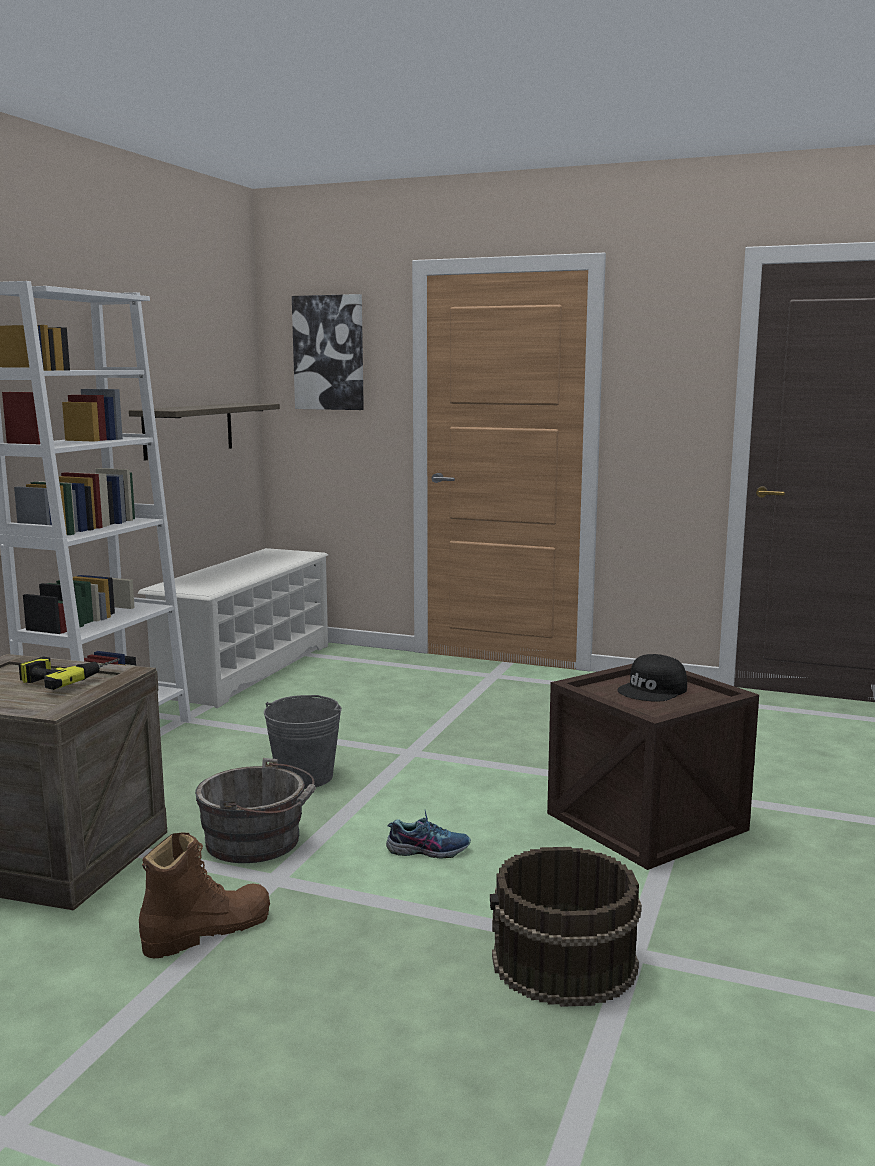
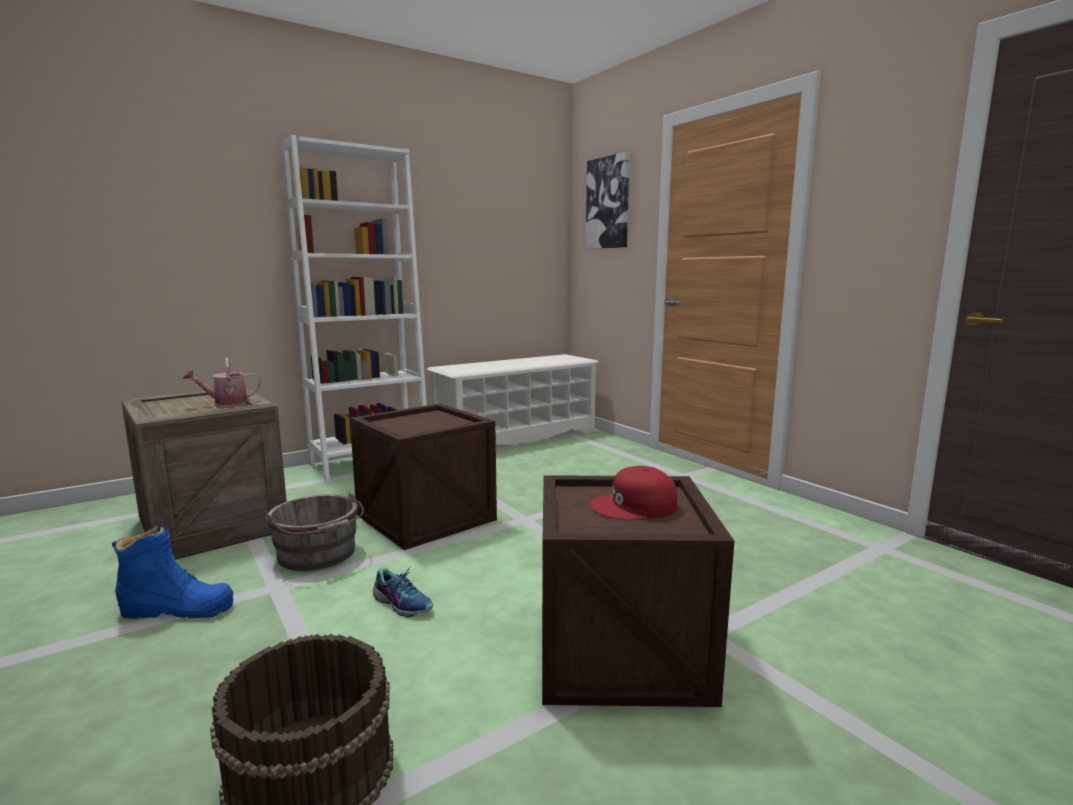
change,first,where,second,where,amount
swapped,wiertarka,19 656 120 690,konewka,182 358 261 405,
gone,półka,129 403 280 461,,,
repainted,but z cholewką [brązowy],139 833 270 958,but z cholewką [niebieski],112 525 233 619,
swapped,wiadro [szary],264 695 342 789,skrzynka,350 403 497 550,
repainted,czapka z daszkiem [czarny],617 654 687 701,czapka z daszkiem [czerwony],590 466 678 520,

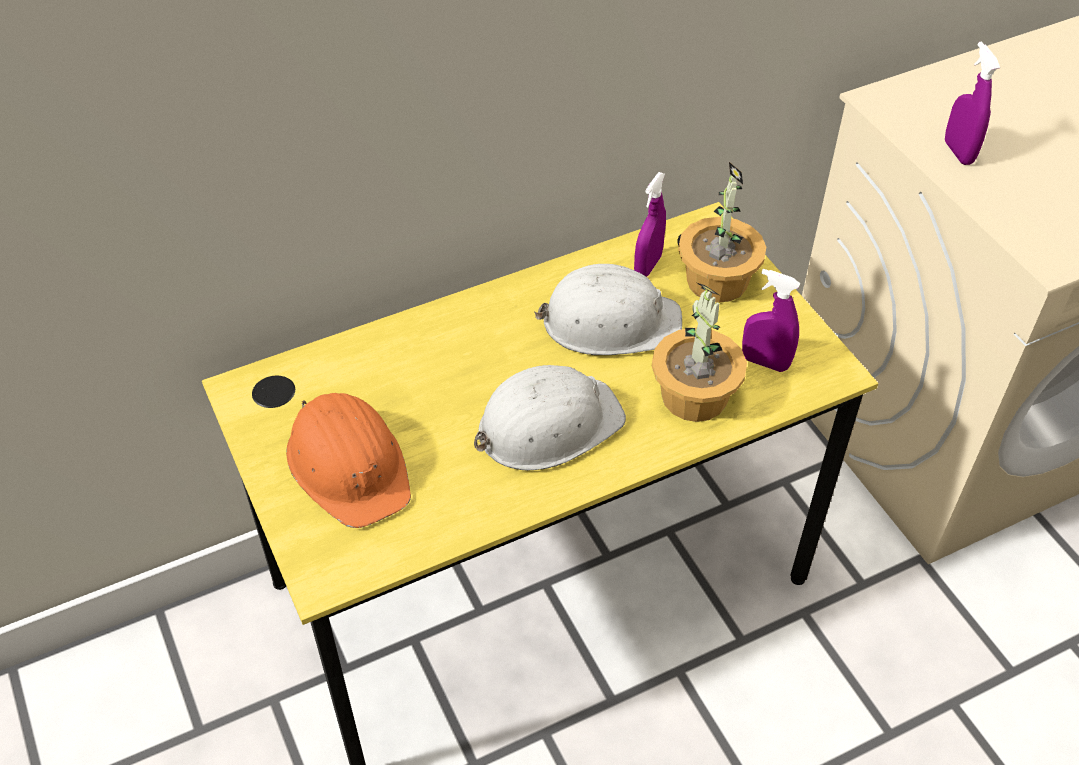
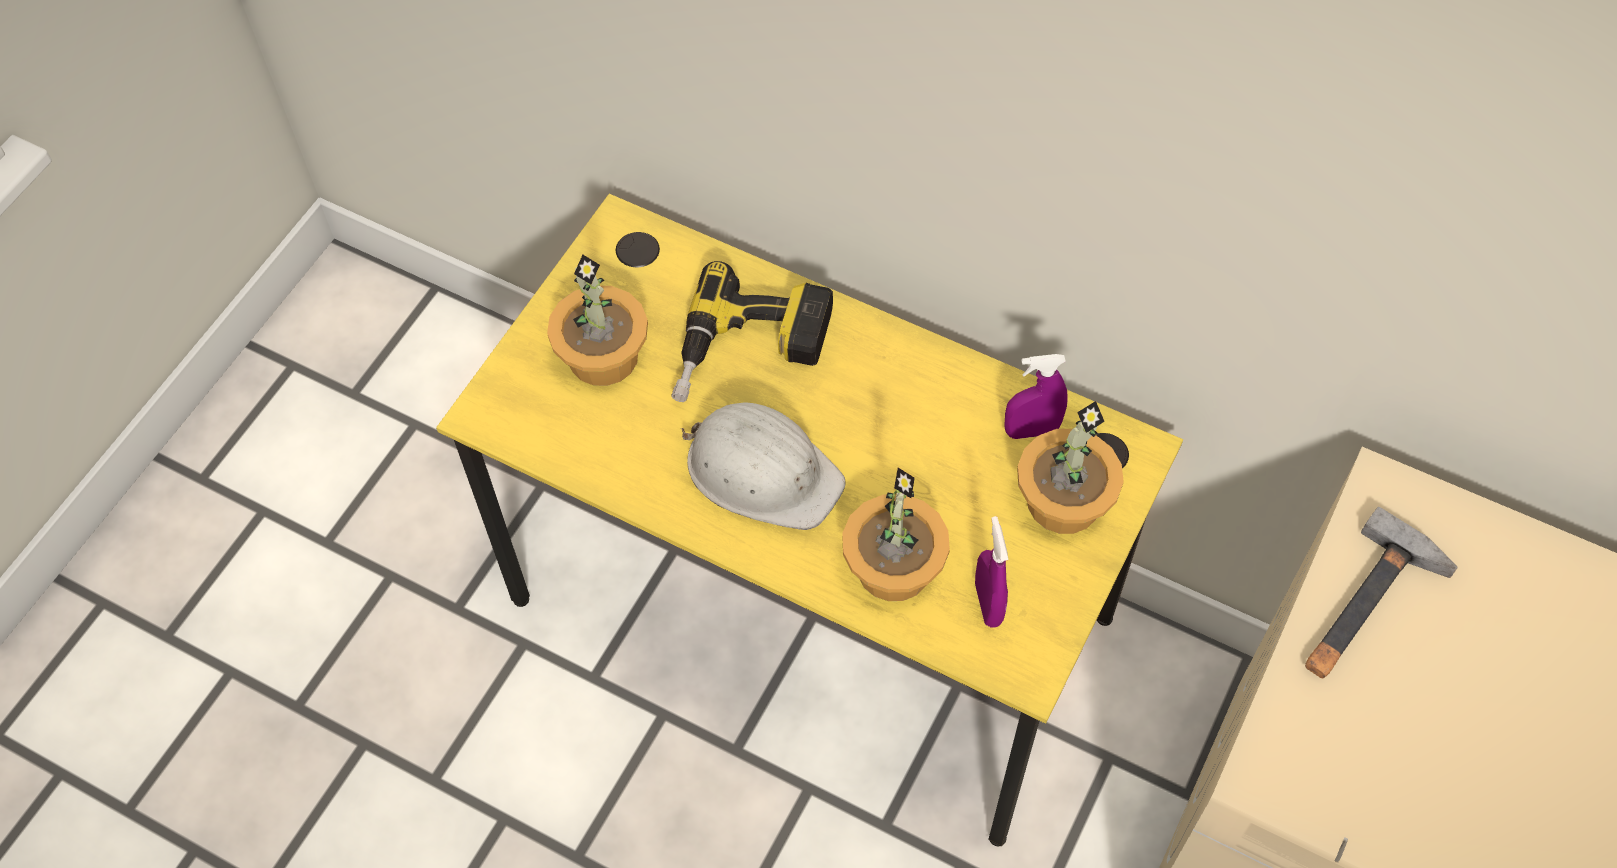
change,first,where,second,where,amount
swapped,kask [pomarańczowy],286 393 411 528,roślina doniczkowa,547 255 648 386,
gone,kask [biały],534 264 682 355,,,
swapped,spryskiwacz [fioletowy],945 42 1000 165,młotek,1305 507 1457 678,
new,,,wiertarka,671 261 833 402,

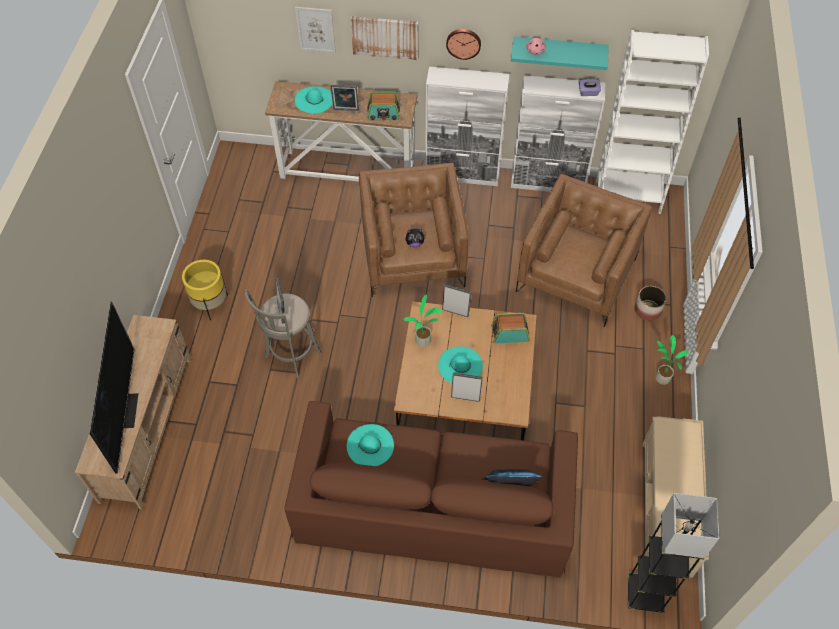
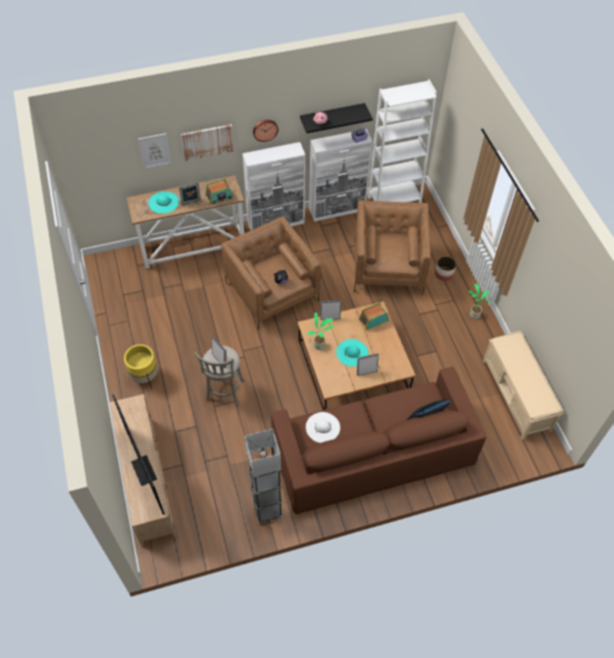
change,first,where,second,where,amount
repainted,kapelusz [turkusowy],347 424 394 466,kapelusz [biały],306 412 340 443,
repainted,półka [turkusowy],511 37 609 70,półka [czarny],300 103 373 133,
shifted,lampa stojąca [szary],628 493 719 613,,245 429 283 523,

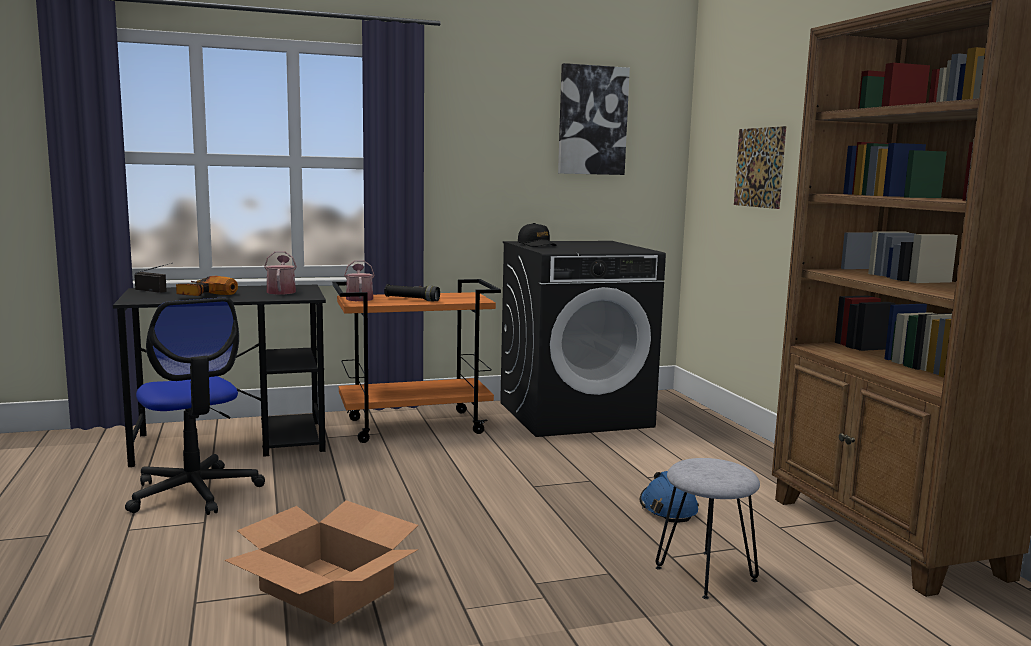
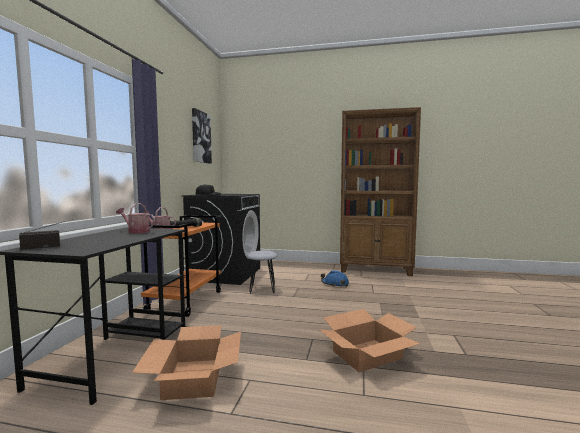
change,first,where,second,where,amount
swapped,krzesło biurowe,125 298 265 515,karton,132 325 241 400,
gone,wiertarka,176 276 238 296,,,
shifted,stołek [szary],656 458 760 599,,247 251 277 294,
gone,obraz,734 126 786 209,,,

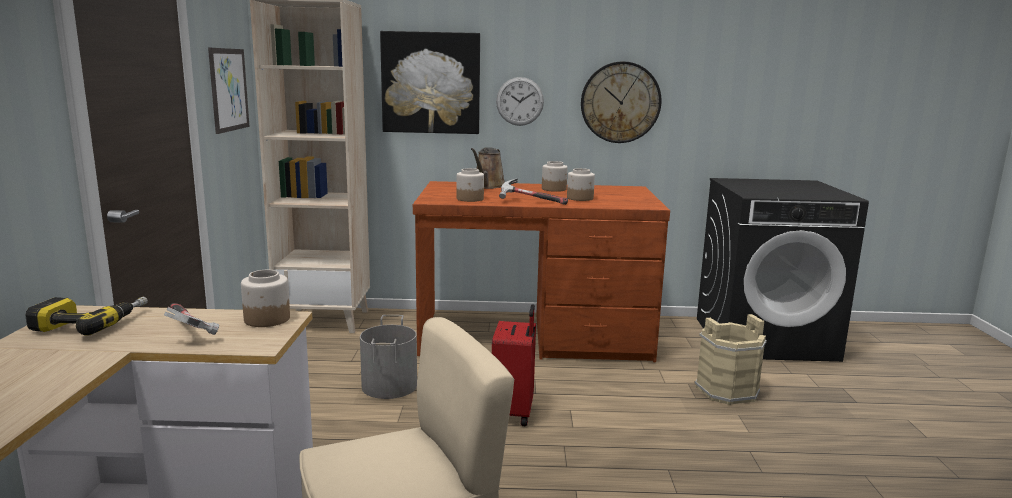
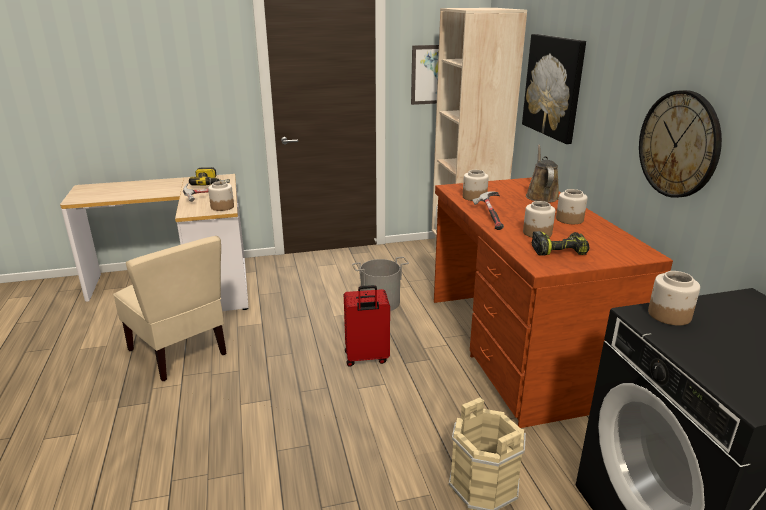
change,first,where,second,where,amount
rotated,konewka [brązowy],471 147 505 189,,526 144 559 203,90 degrees clockwise
gone,zegar ścienny,496 77 544 126,,,
new,,,wiertarka,532 231 590 256,
new,,,słoik,648 271 700 326,

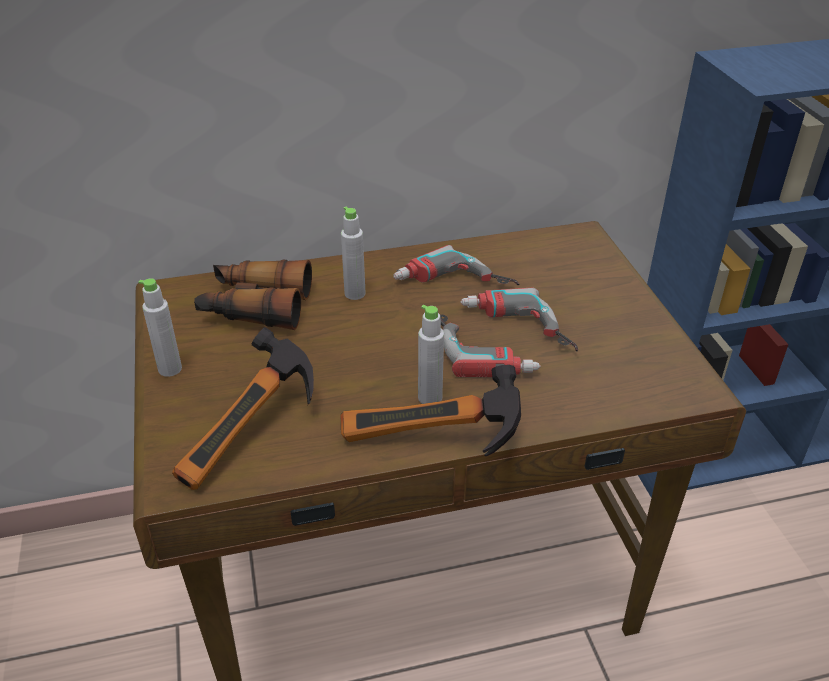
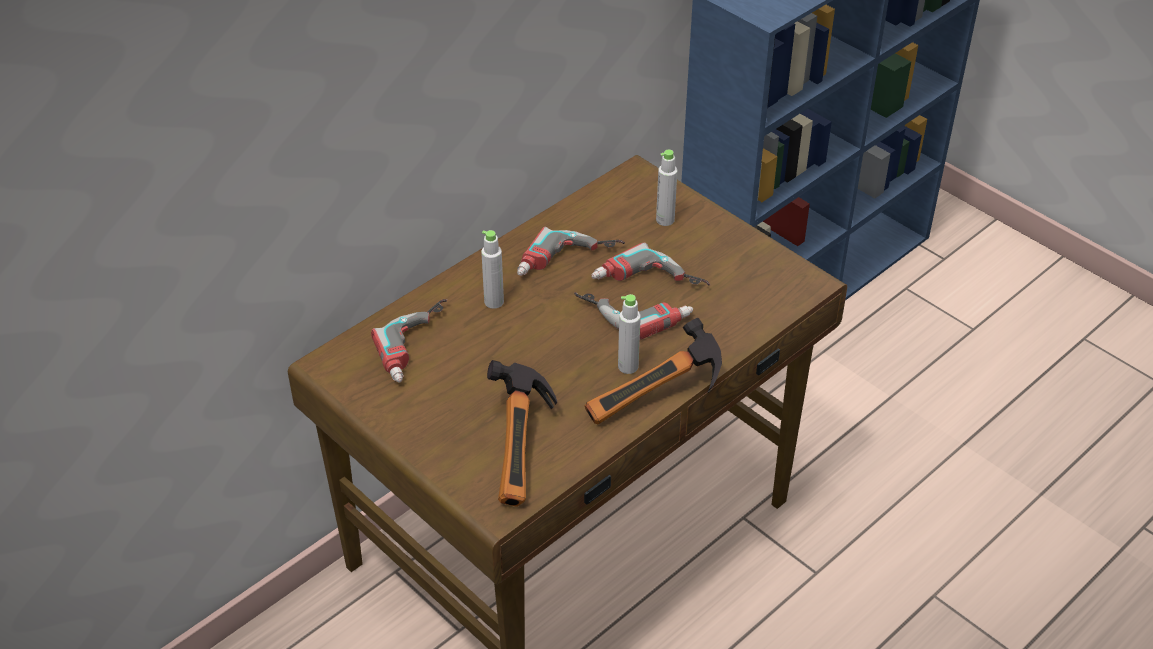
change,first,where,second,where,amount
shifted,butelka [szary],139 278 182 377,,656 149 678 226,
swapped,lornetka,194 260 312 330,wiertarka,371 299 447 382,

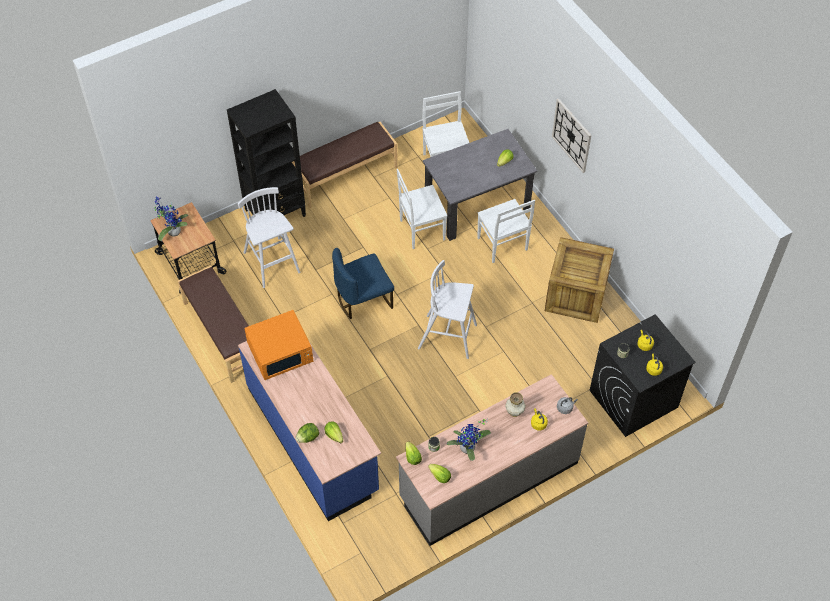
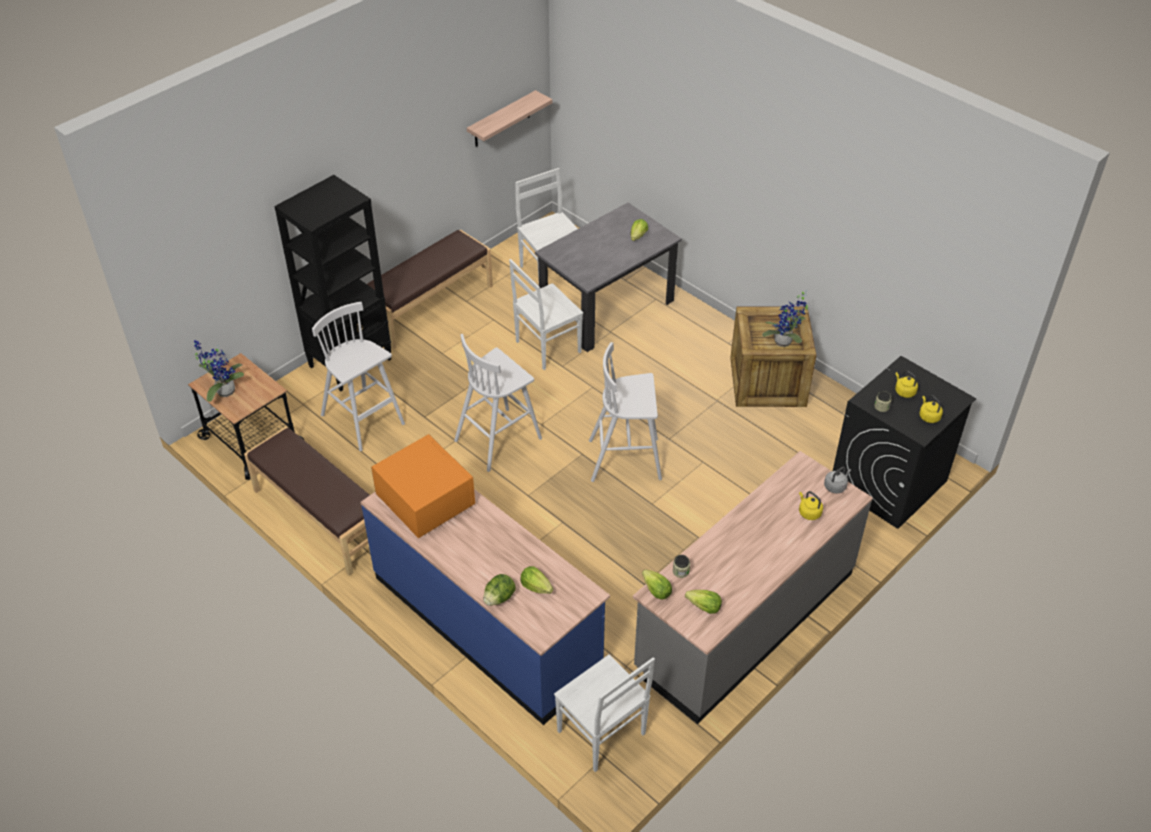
change,first,where,second,where,amount
rotated,mikrofalówka [pomarańczowy],244 310 313 380,,371 434 475 538,90 degrees counterclockwise
swapped,krzesło [niebieski],332 248 394 319,stołek [biały],454 334 542 472,
shifted,roślina doniczkowa,447 419 491 461,,762 290 808 347,
shifted,krzesło [biały],477 199 535 263,,554 655 655 772,
gone,wazon,505 392 526 417,,,
gone,zegar ścienny,552 98 591 173,,,
new,,,półka,467 90 553 147,

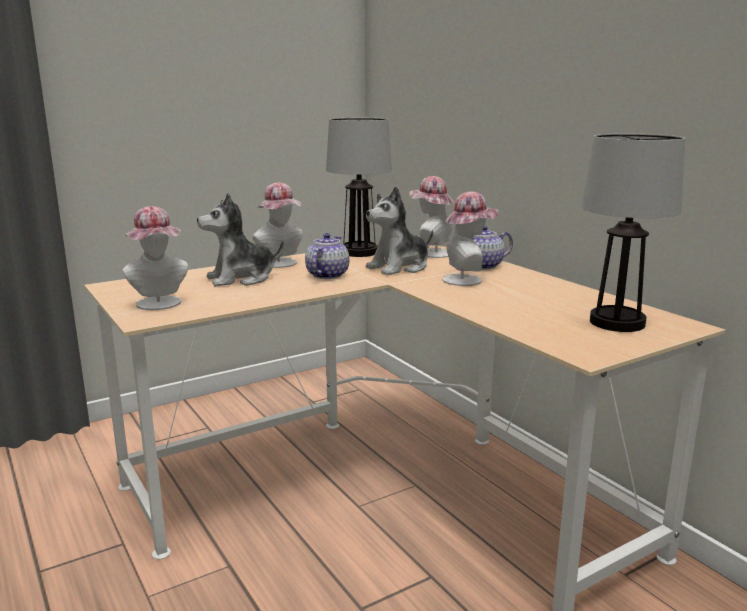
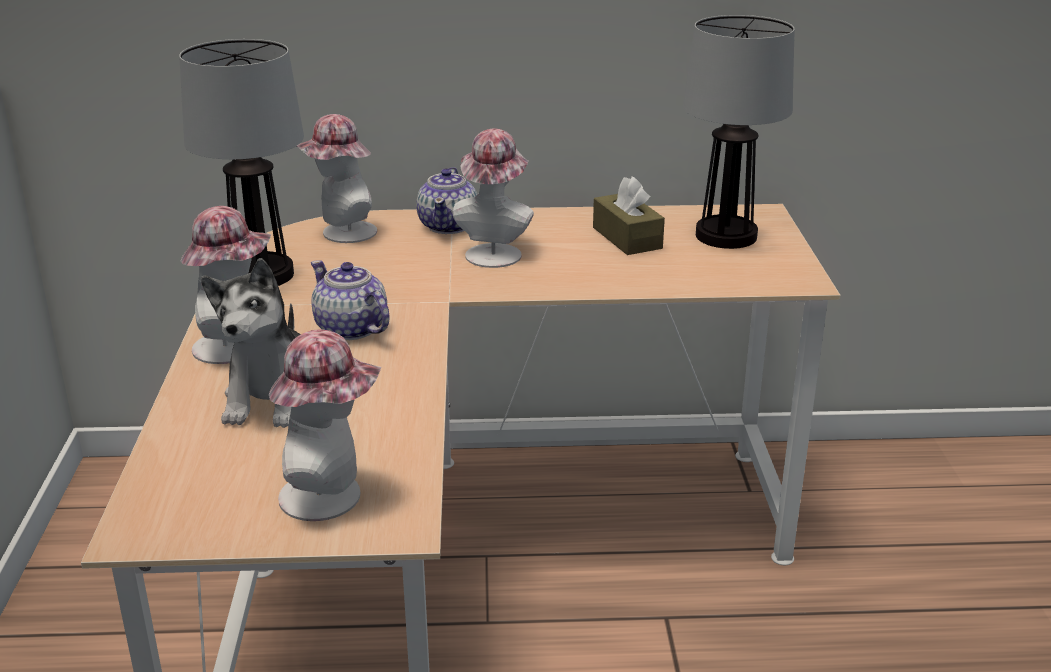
change,first,where,second,where,amount
gone,pluszak,366 186 433 275,,,
new,,,pudełko chusteczek [brązowy],593 176 665 255,

